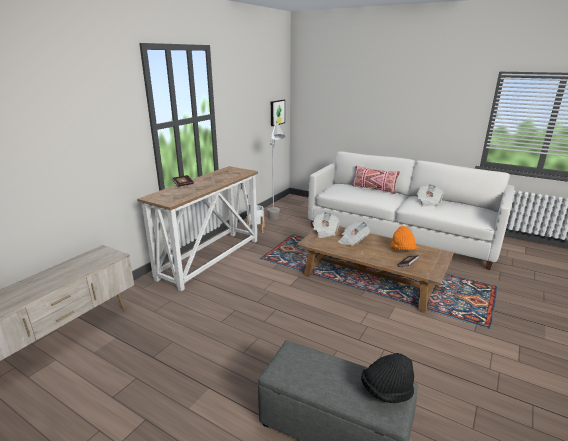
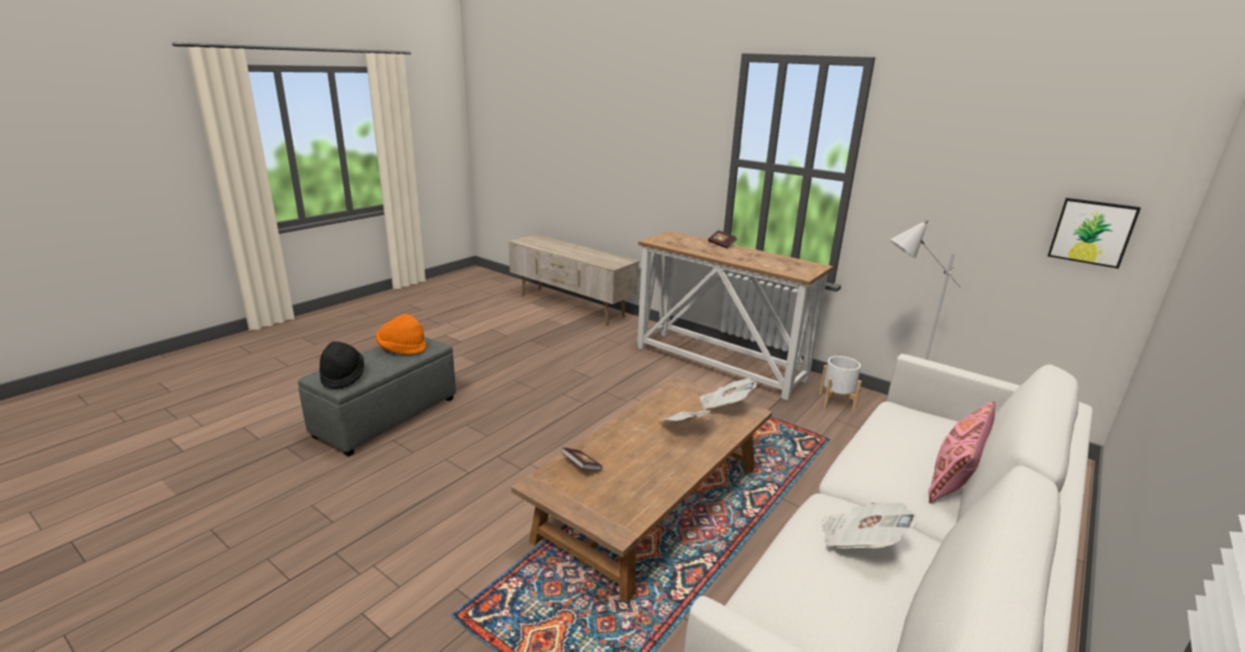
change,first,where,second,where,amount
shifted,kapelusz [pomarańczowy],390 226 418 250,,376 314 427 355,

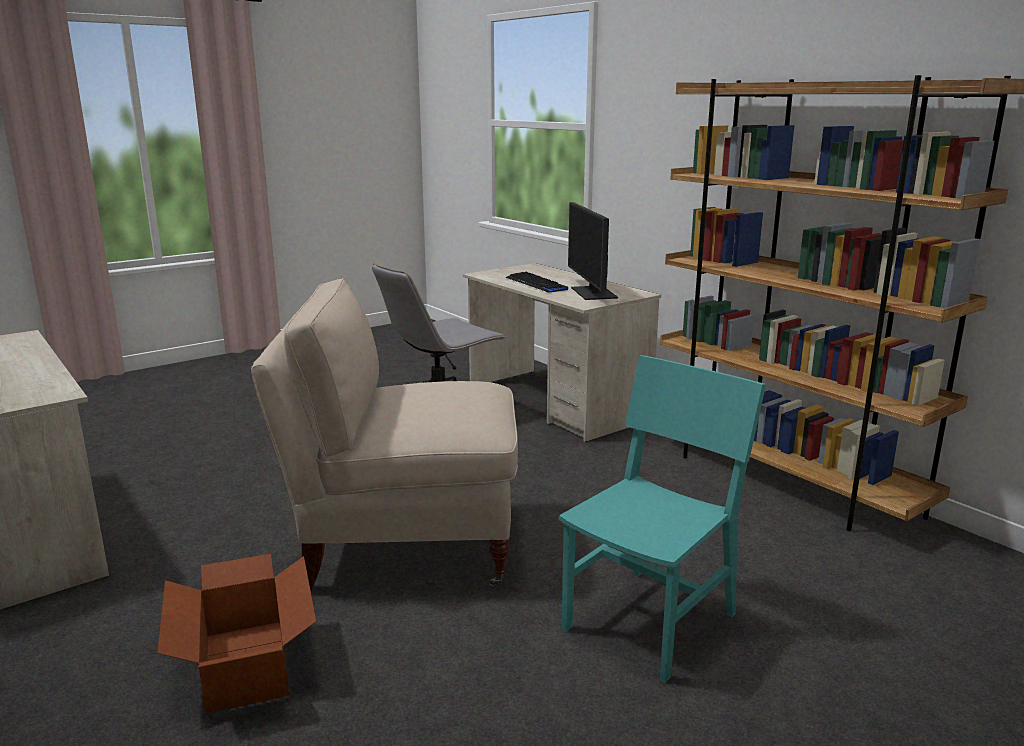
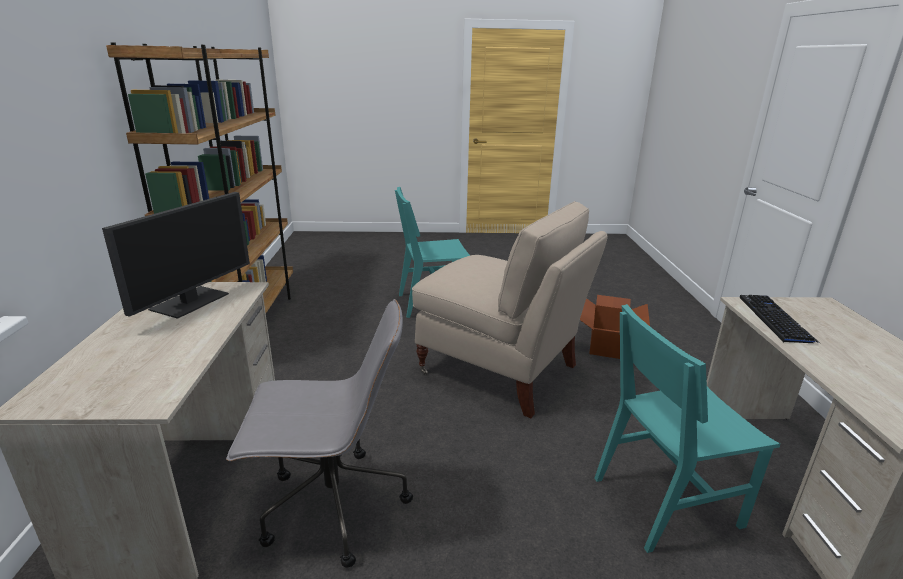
change,first,where,second,where,amount
shifted,klawiatura,506 272 568 293,,739 295 820 343,
new,,,krzesło [turkusowy],594 304 780 553,

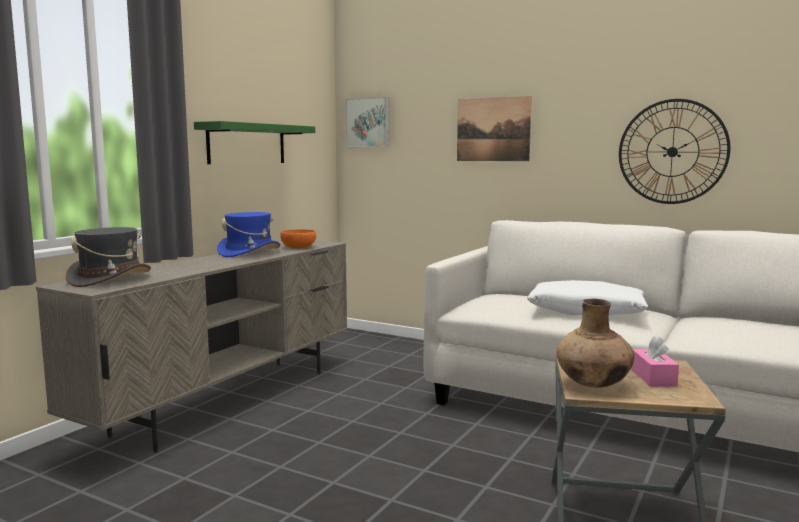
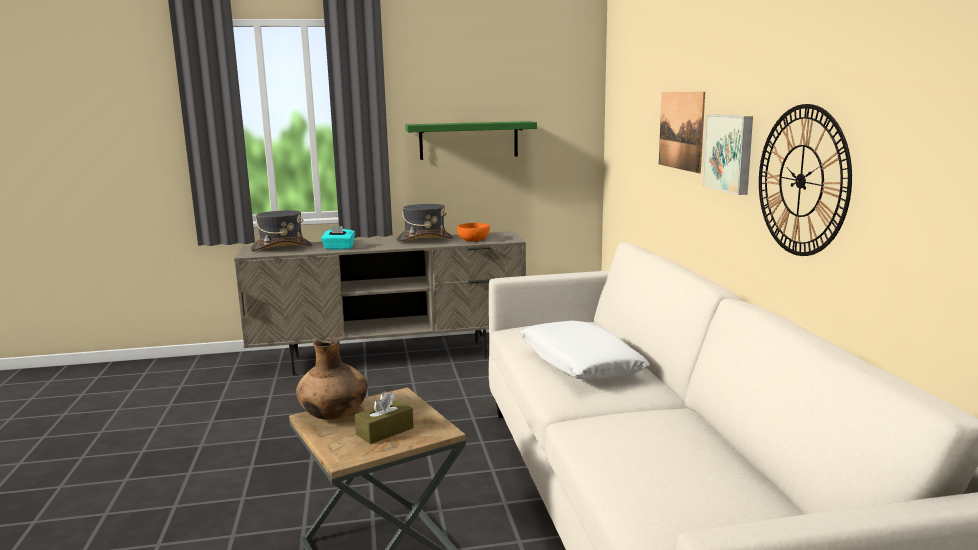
change,first,where,second,where,amount
repainted,kapelusz [niebieski],217 212 280 257,kapelusz [szary],396 204 454 242,
shifted,obraz,345 97 389 147,,703 114 753 195,
repainted,pudełko chusteczek [różowy],631 336 679 387,pudełko chusteczek [brązowy],355 391 414 444,
new,,,pudełko chusteczek [turkusowy],321 226 355 250,

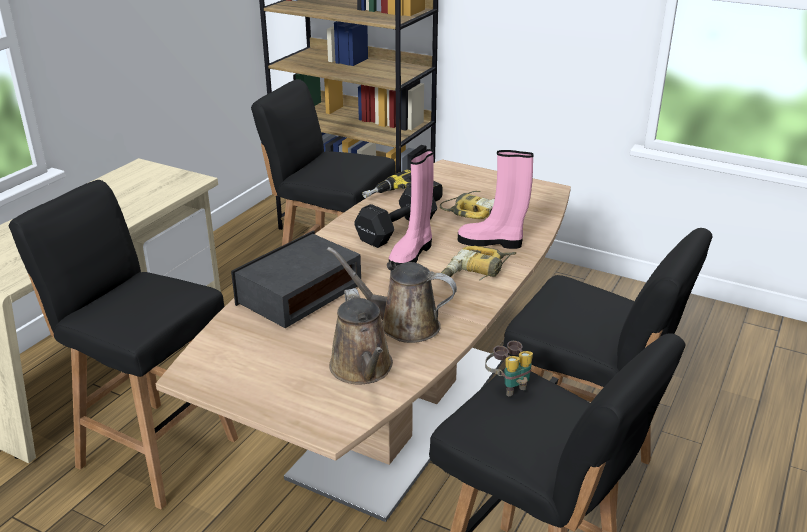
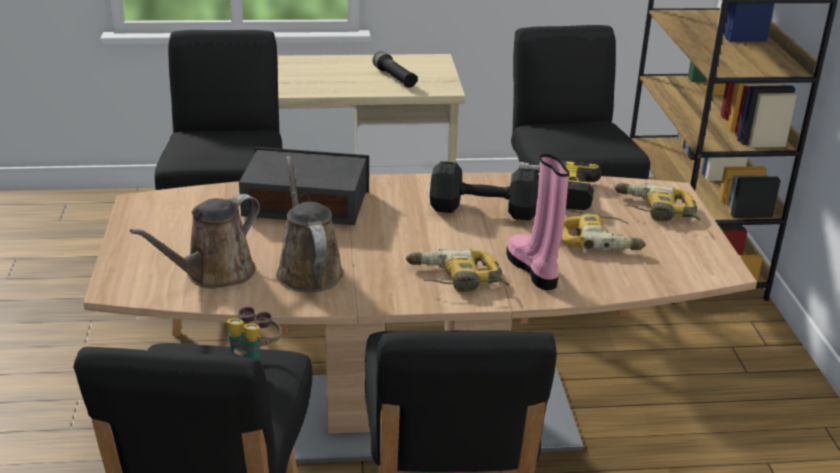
change,first,where,second,where,amount
gone,but z cholewką [różowy],389 149 434 266,,,
new,,,latarka [czarny],373 51 418 88,
new,,,wiertarka,614 183 701 222,

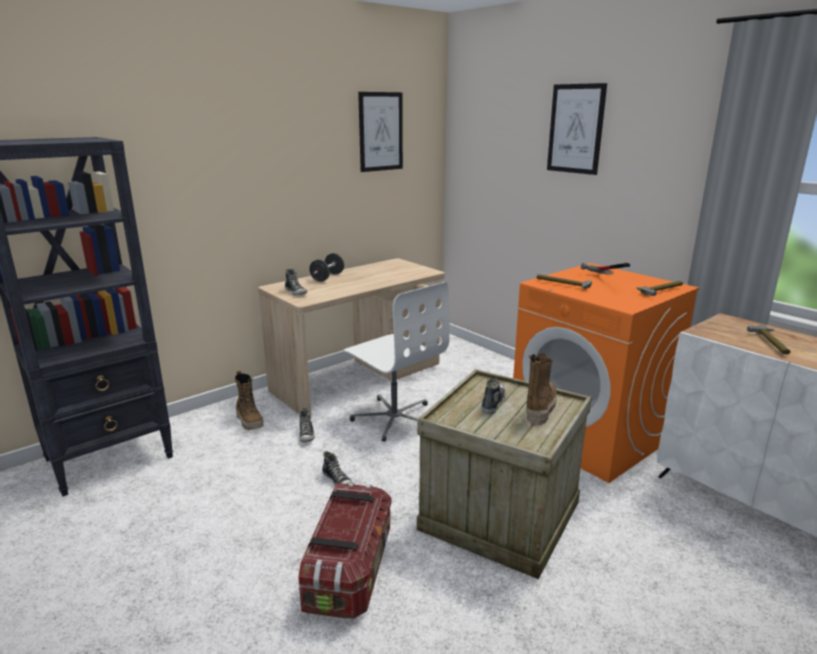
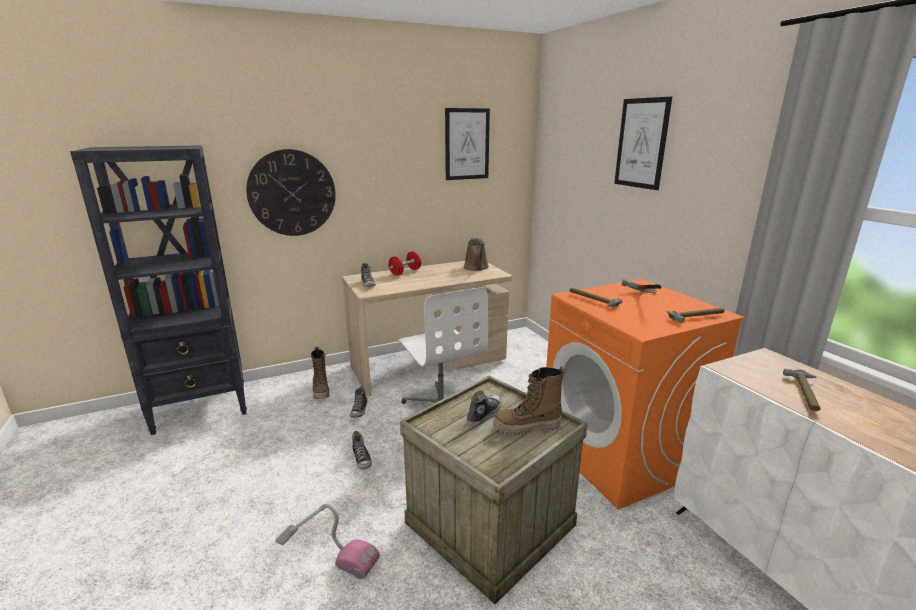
change,first,where,second,where,amount
swapped,pojemnik do przechowywania,298 483 392 619,odkurzacz,275 503 380 579,
repainted,hantel [czarny],309 253 344 282,hantel [czerwony],388 251 421 276,
rotated,but z cholewką,526 354 557 425,,493 366 565 435,135 degrees counterclockwise
new,,,zegar ścienny,246 149 336 236,
new,,,konewka [brązowy],464 238 489 271,

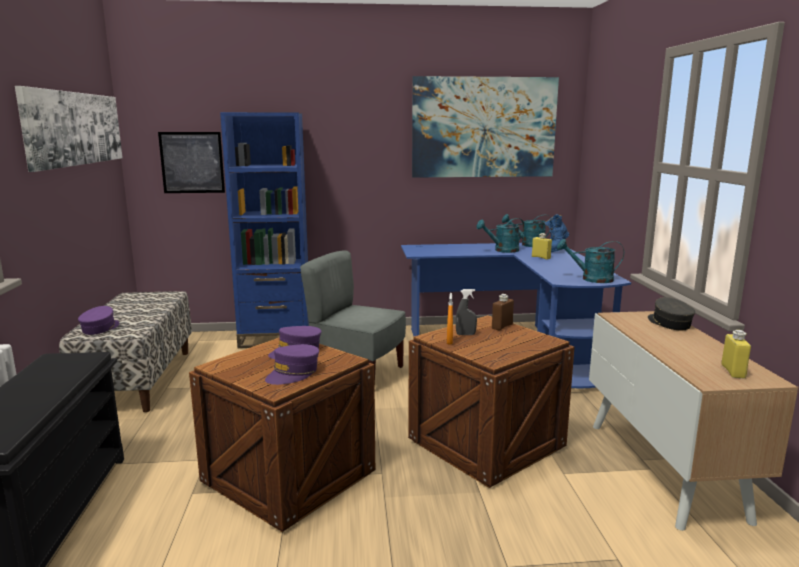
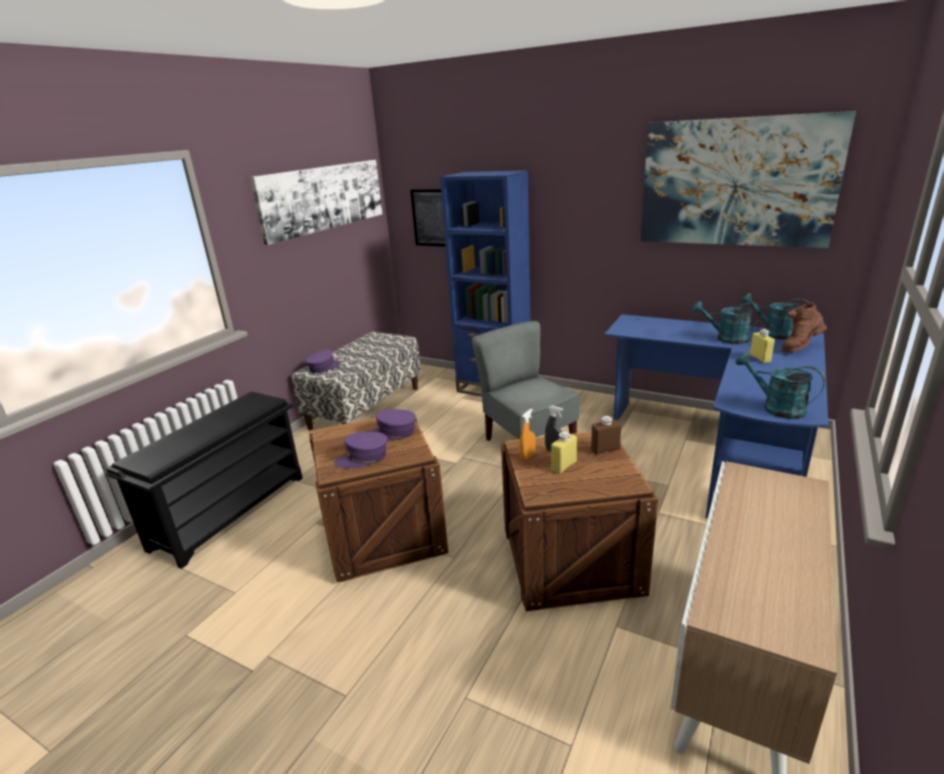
change,first,where,second,where,amount
repainted,but z cholewką [niebieski],544 214 569 252,but z cholewką [brązowy],781 302 827 352,
gone,czapka z daszkiem [szary],648 297 695 330,,,
shifted,butelka [żółty],721 330 751 378,,551 431 577 474,

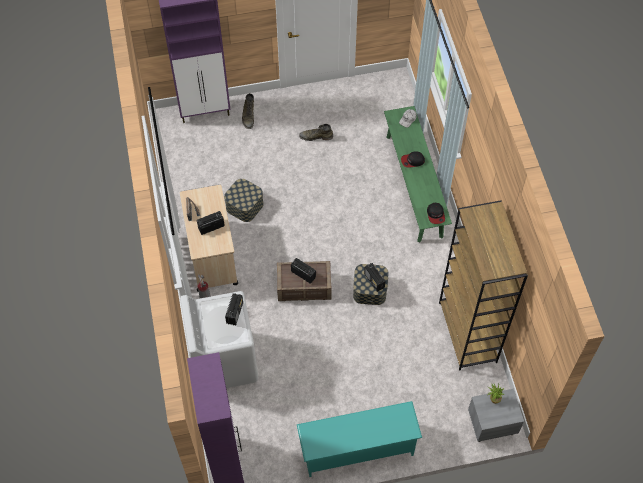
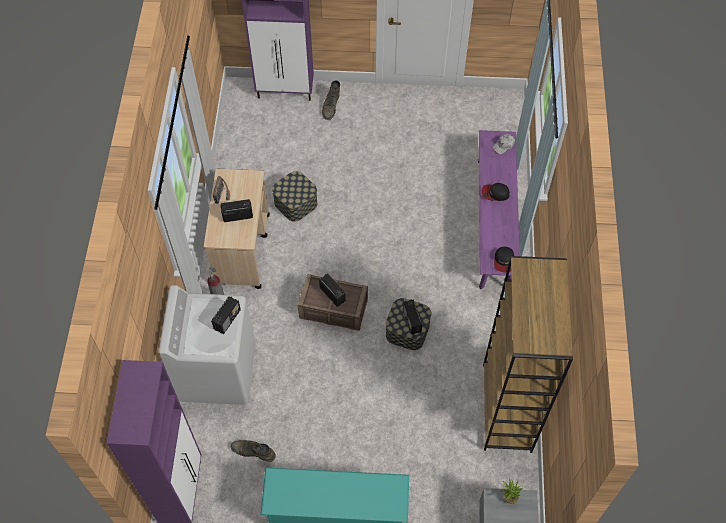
change,first,where,second,where,amount
shifted,but z cholewką [zielony],299 124 333 141,,231 440 276 462,
repainted,ławka [zielony],384 106 452 243,ławka [fioletowy],478 130 520 289,

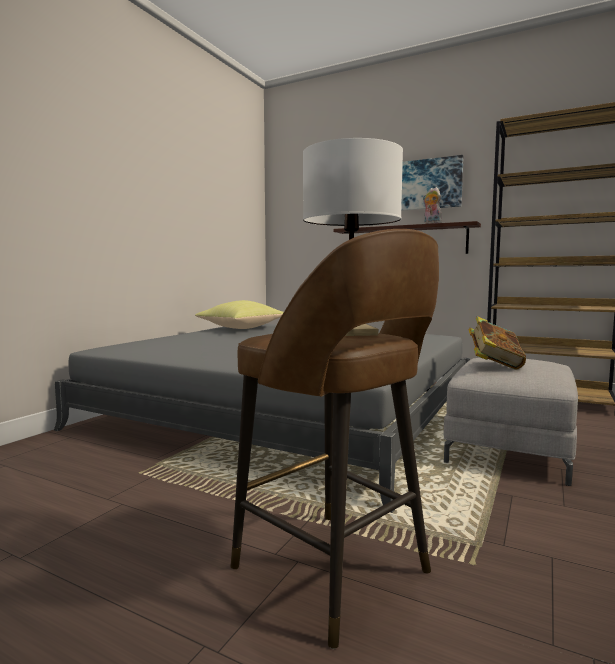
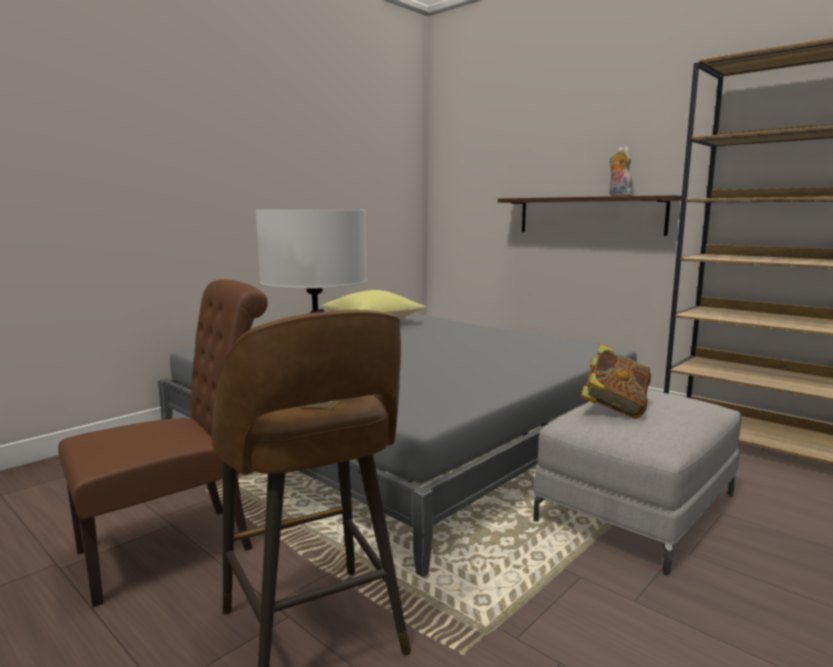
change,first,where,second,where,amount
gone,obraz,401 155 463 211,,,
new,,,krzesło [brązowy],58 279 268 607,

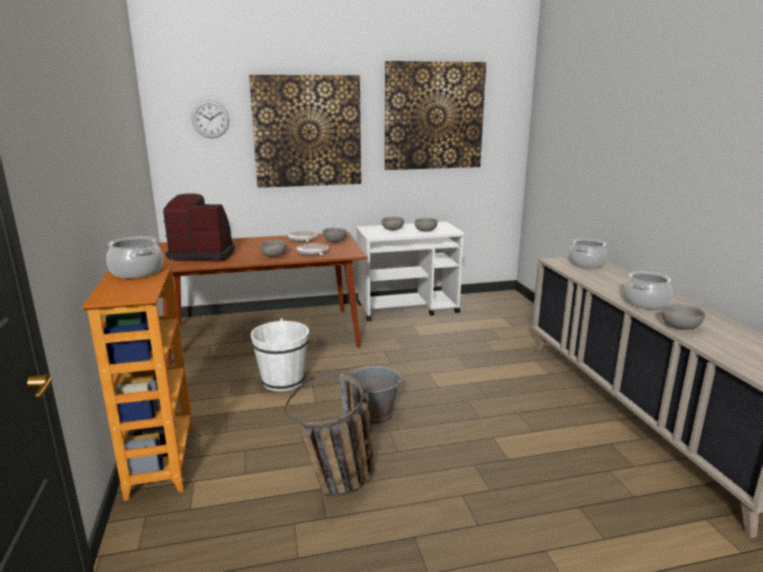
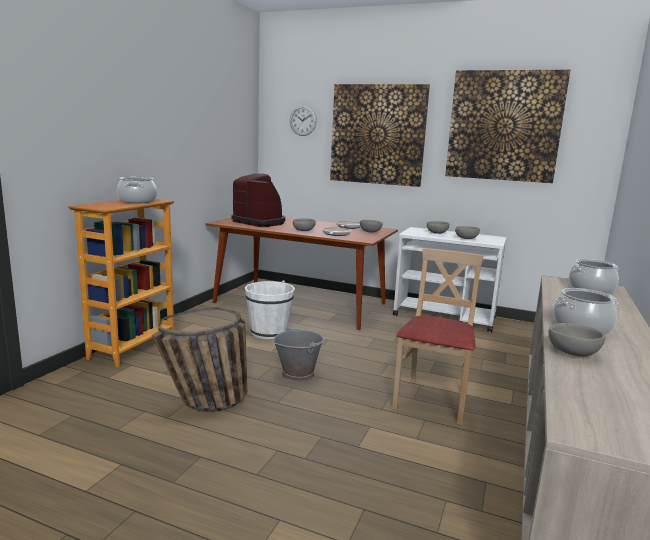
change,first,where,second,where,amount
new,,,krzesło [beżowy],392 248 484 425,

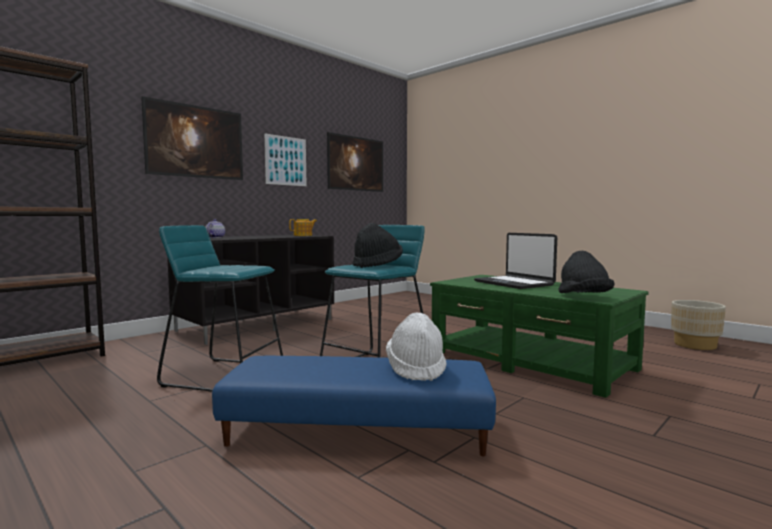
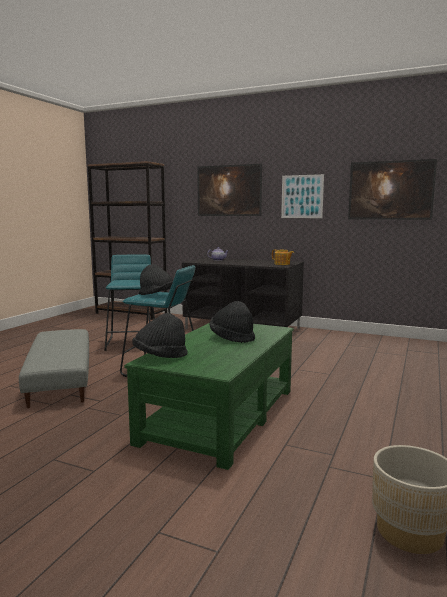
change,first,where,second,where,amount
repainted,pufa [niebieski],212 356 496 456,pufa [szary],19 329 89 408,
gone,kapelusz [biały],386 312 447 381,,,
swapped,laptop,474 233 557 289,kapelusz [czarny],209 301 255 343,

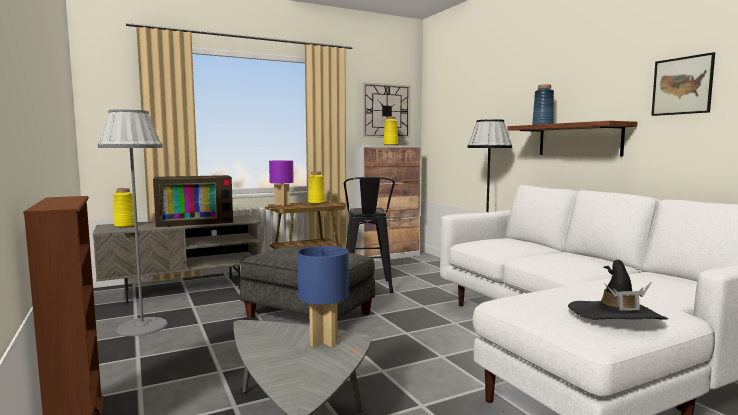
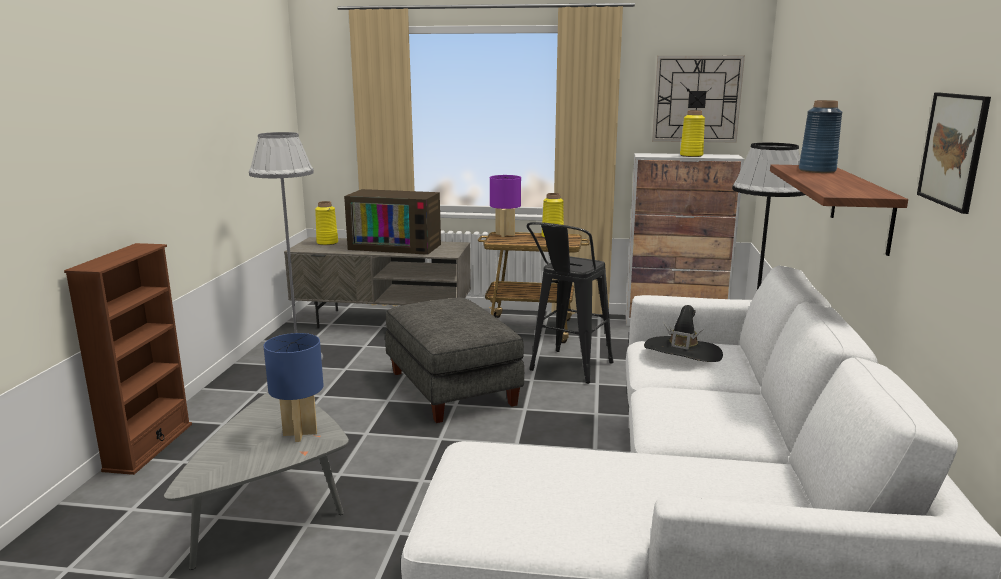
change,first,where,second,where,amount
shifted,kapelusz [czarny],568 260 668 320,,644 305 723 362,

